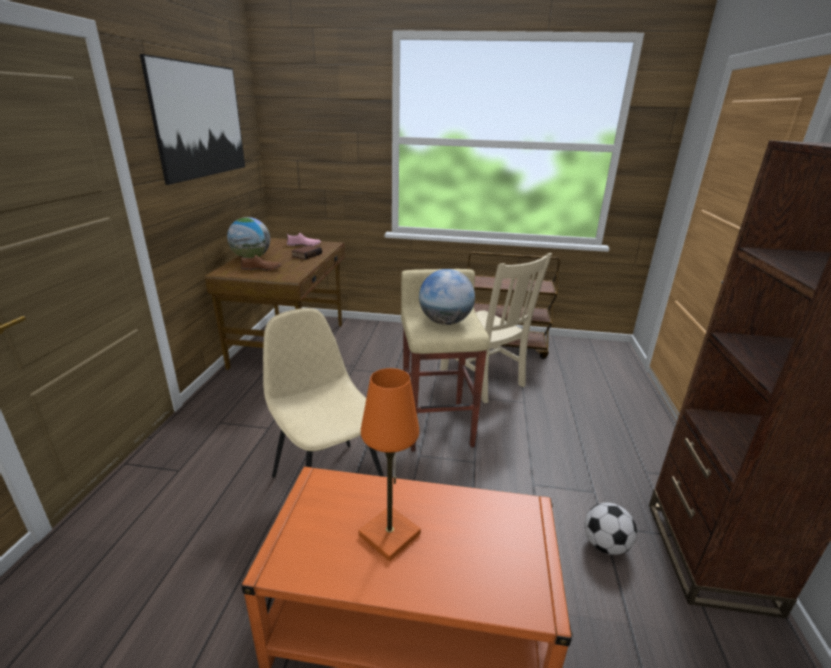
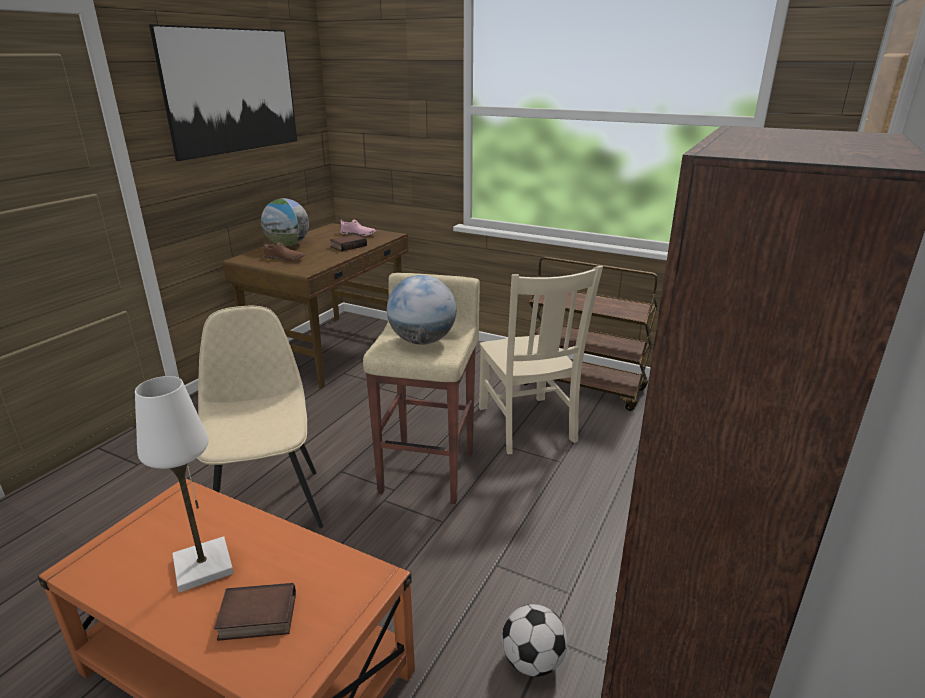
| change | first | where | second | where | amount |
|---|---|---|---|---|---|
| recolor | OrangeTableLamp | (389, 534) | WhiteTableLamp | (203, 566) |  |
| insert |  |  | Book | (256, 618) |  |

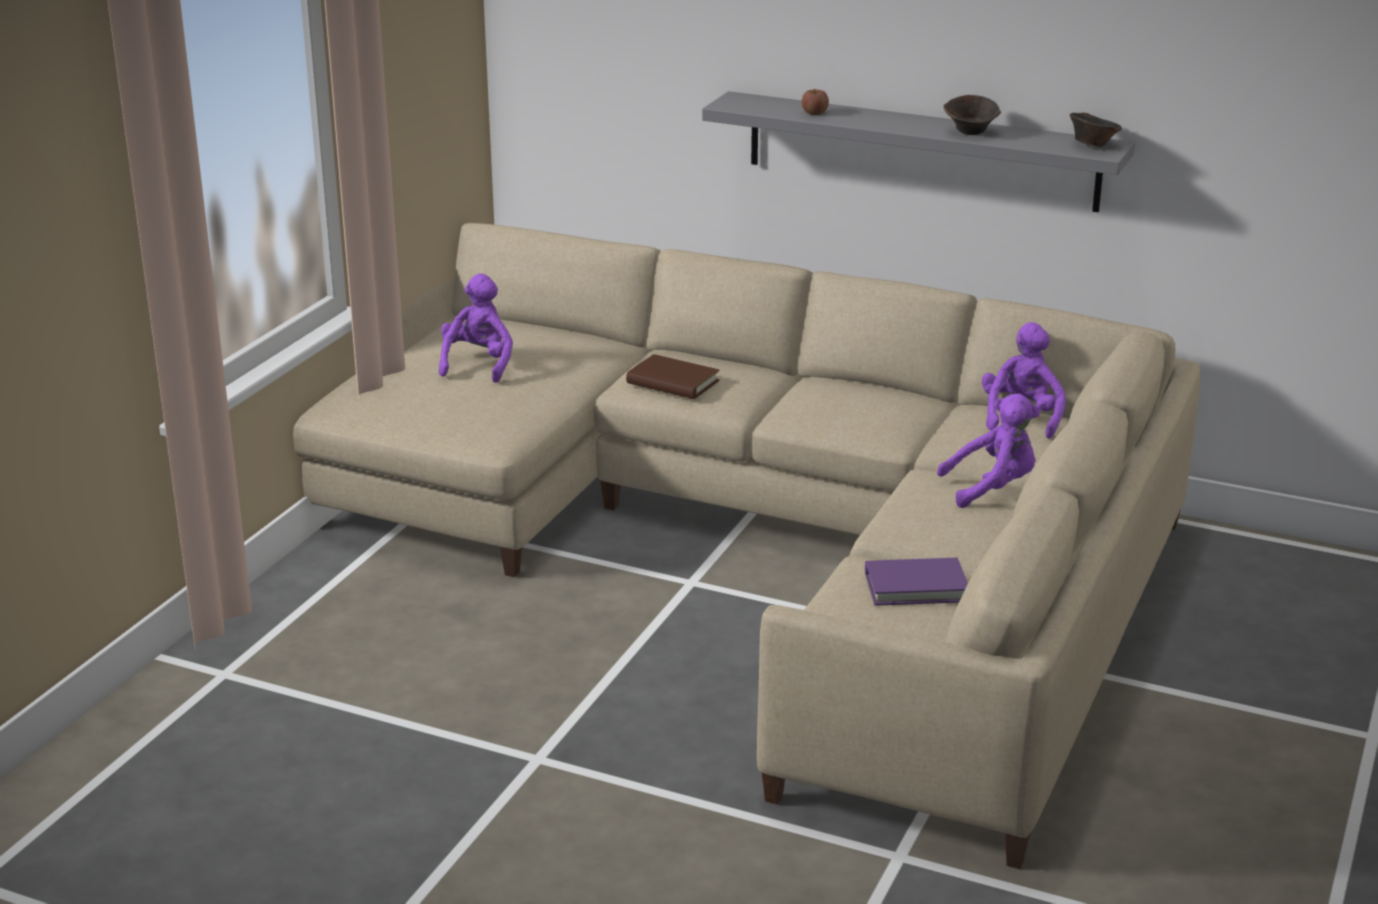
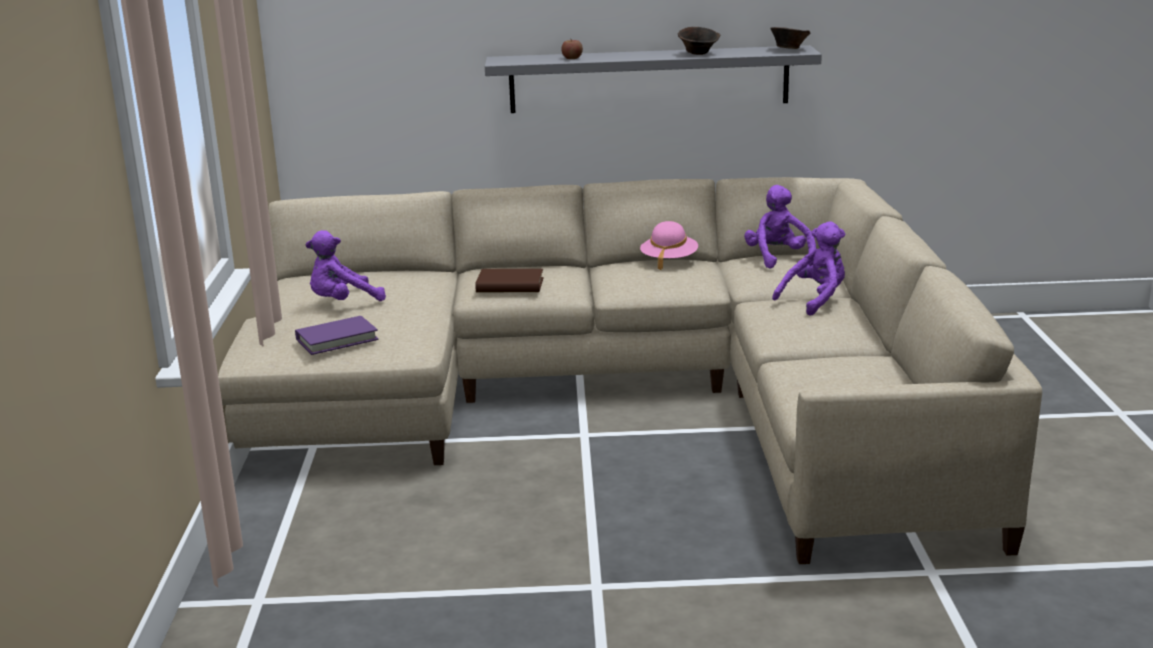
| change | first | where | second | where | amount |
|---|---|---|---|---|---|
| move | PurpleBook | (916, 587) |  | (337, 339) |  |
| rotate | PurplePlushToy | (478, 364) |  | (343, 303) | 105 degrees counterclockwise |
| insert |  |  | PinkHat | (669, 260) |  |

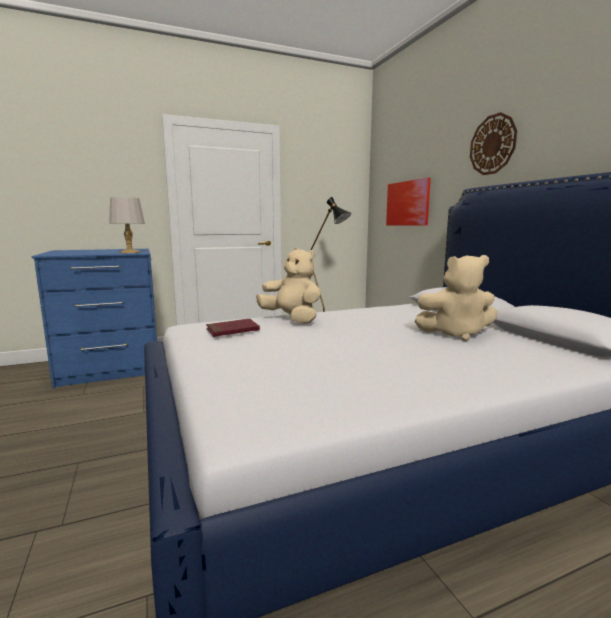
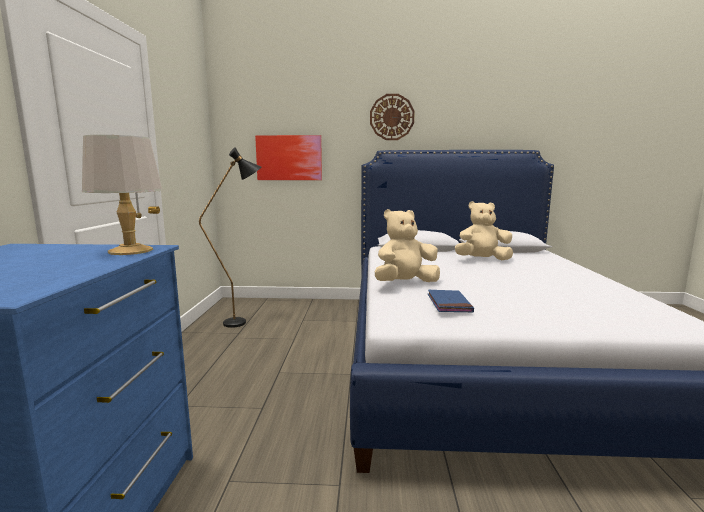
| change | first | where | second | where | amount |
|---|---|---|---|---|---|
| recolor | RedBook | (232, 330) | BlueBook | (449, 304) |  |
| rotate | BeigePlushToy | (455, 334) |  | (482, 260) | 120 degrees counterclockwise |

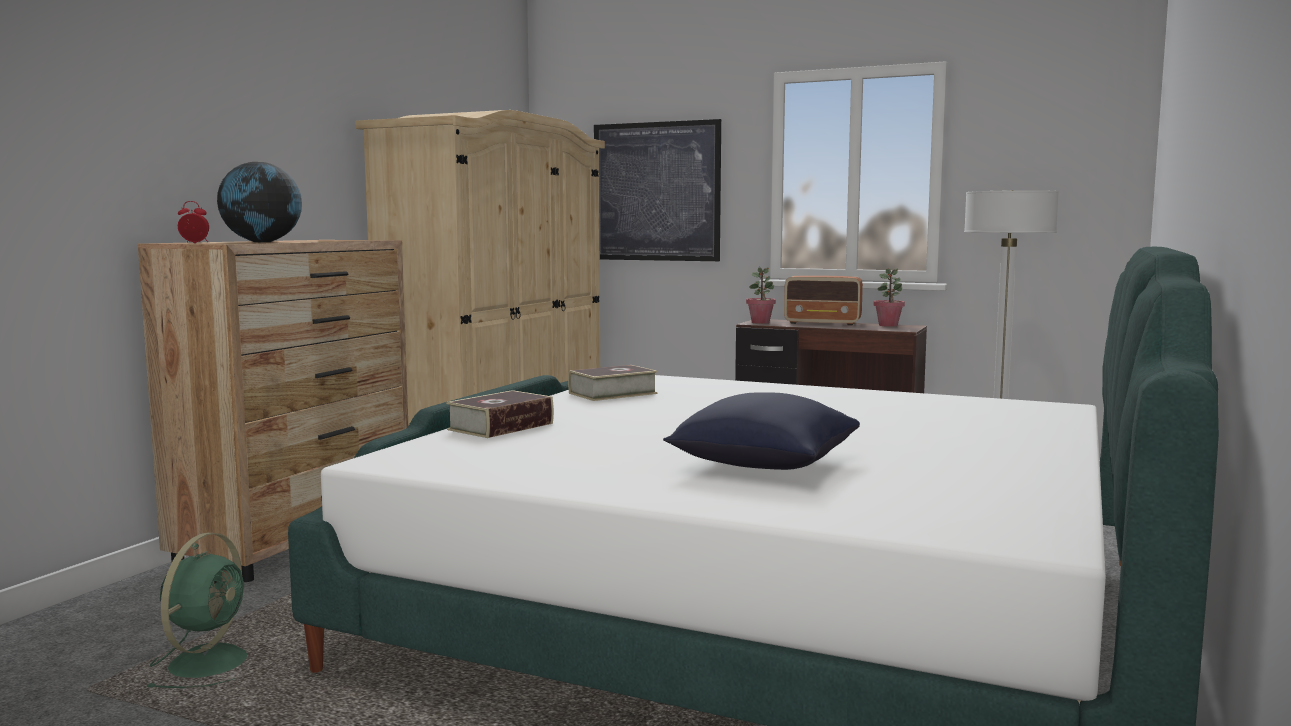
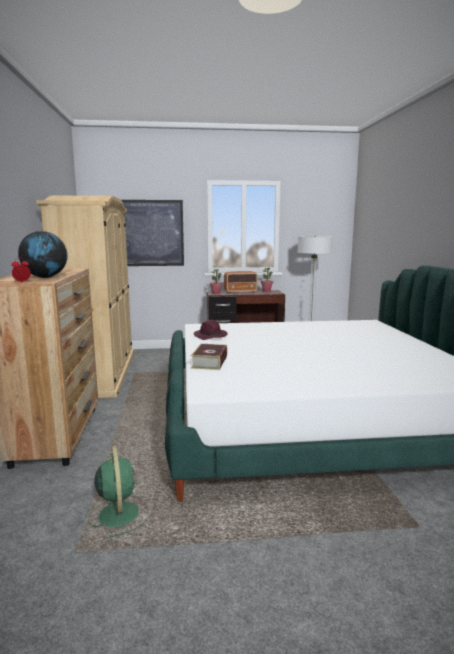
| change | first | where | second | where | amount |
|---|---|---|---|---|---|
| replace | Book | (612, 393) | PurpleHat | (211, 336) |  |
| delete | BluePillow | (763, 464) |  |  |  |

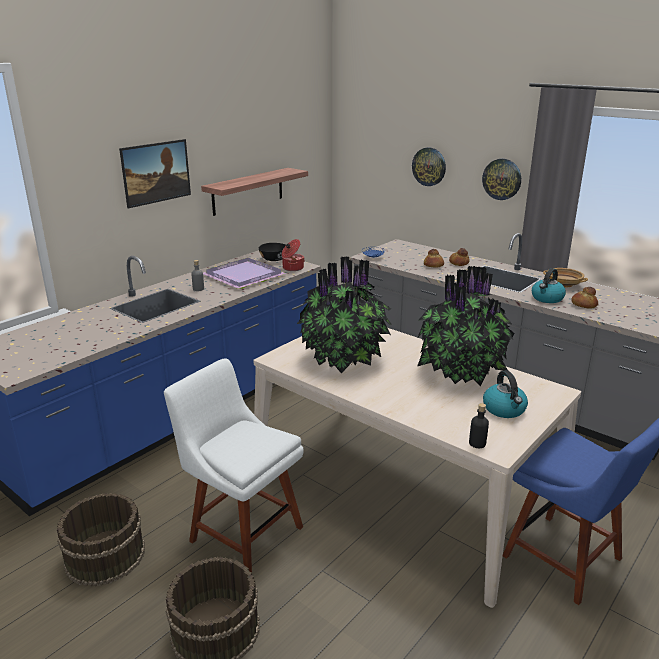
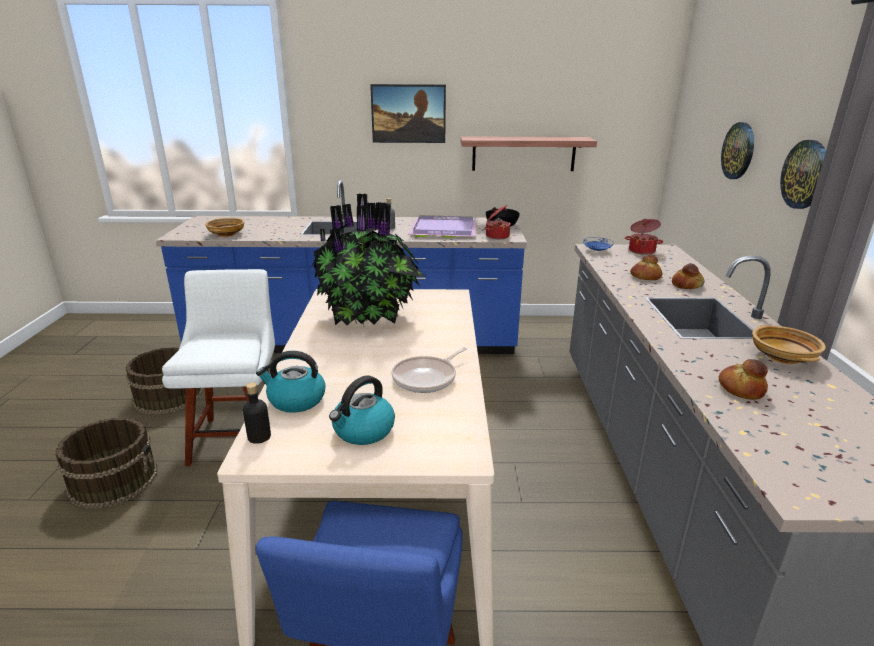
| change | first | where | second | where | amount |
|---|---|---|---|---|---|
| insert |  |  | BeigeBowl | (226, 234) |  |
| move | Kettle | (547, 298) |  | (295, 400) |  |
| replace | PottedPlant | (461, 371) | FryingPan | (427, 378) |  |
| insert |  |  | CookingPot | (641, 251) |  |

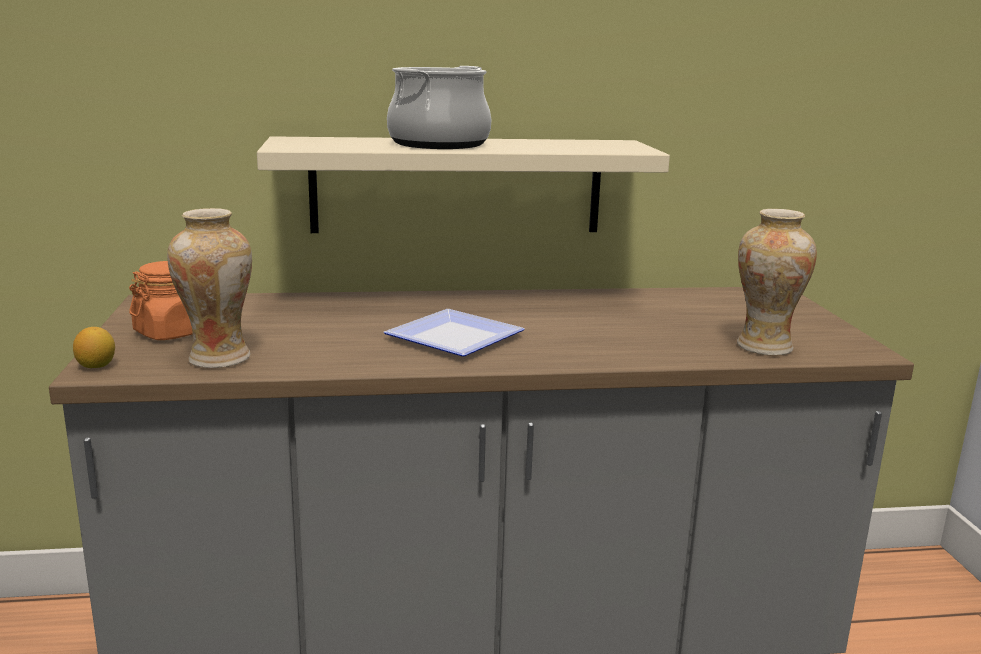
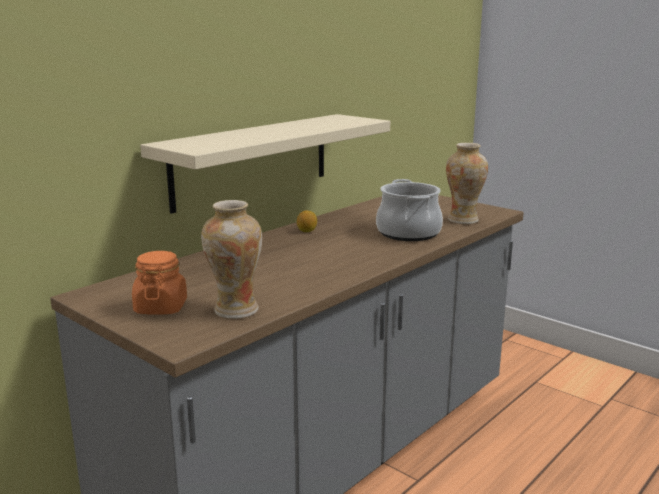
| change | first | where | second | where | amount |
|---|---|---|---|---|---|
| move | Lemon | (96, 366) |  | (307, 231) |  |
| move | CookingPot | (438, 143) |  | (408, 233) |  |
| delete | Plate | (449, 338) |  |  |  |

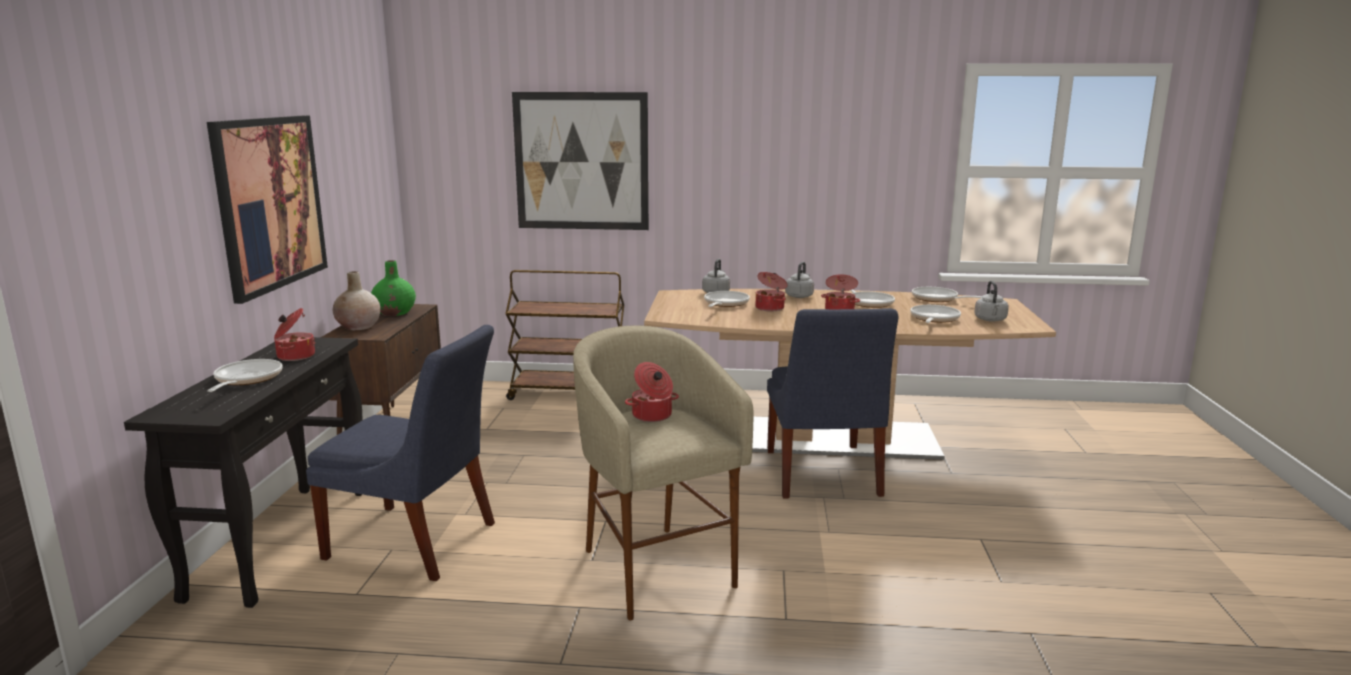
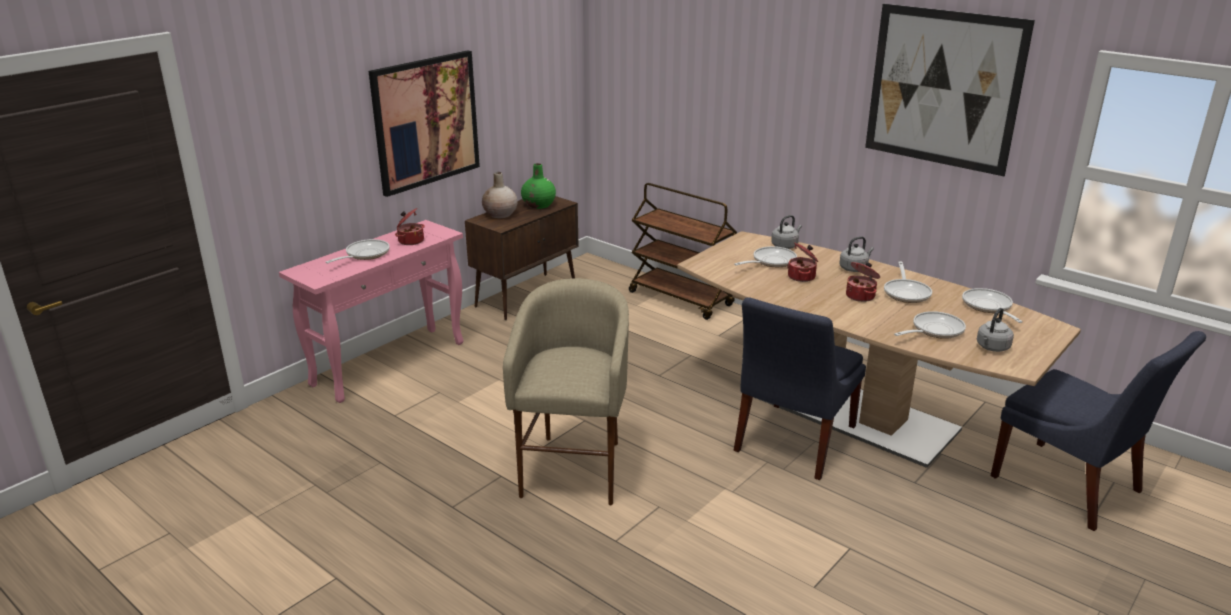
| change | first | where | second | where | amount |
|---|---|---|---|---|---|
| recolor | BlackConsoleTable | (282, 540) | PinkConsoleTable | (390, 363) |  |
| move | Picture | (581, 161) |  | (943, 88) |  |
| move | BlueChair | (417, 543) |  | (1071, 487) |  |
| delete | CookingPot | (652, 416) |  |  |  |

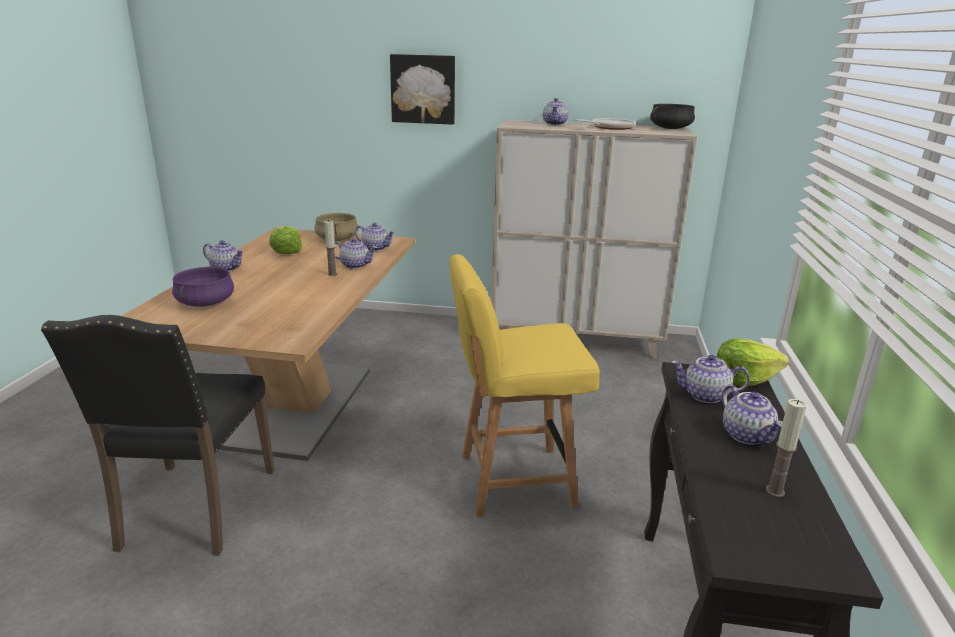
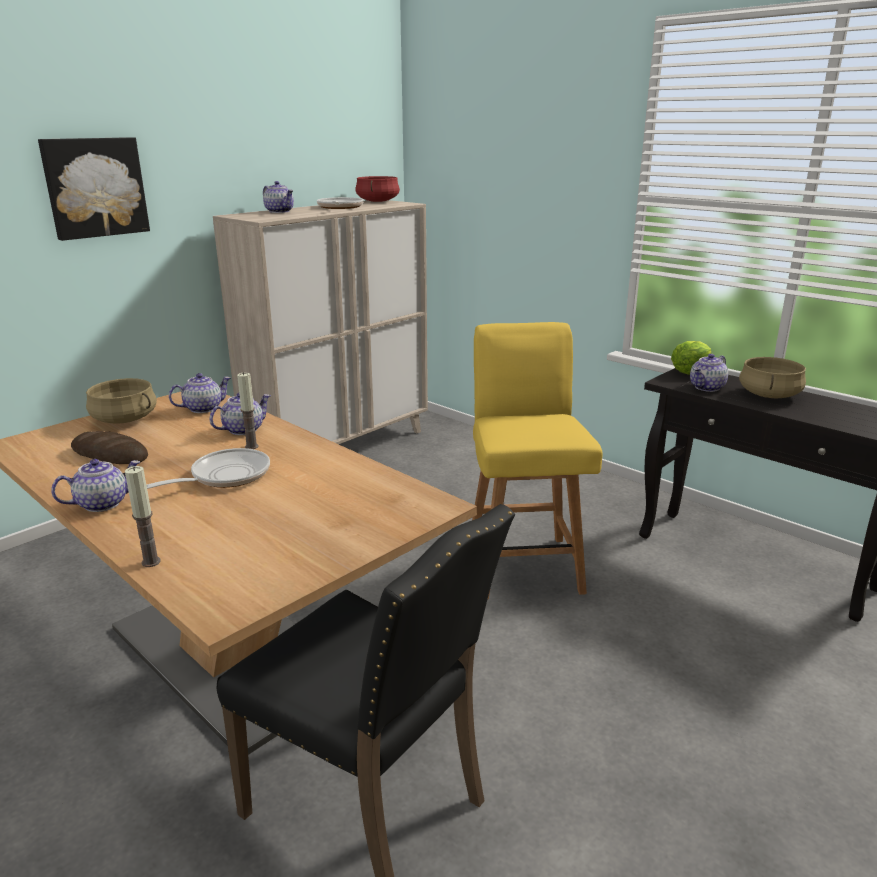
| change | first | where | second | where | amount |
|---|---|---|---|---|---|
| replace | Lettuce | (287, 251) | Bread | (110, 454) |  |
| move | Candle | (775, 491) |  | (151, 562) |  |
| insert |  |  | FryingPan | (224, 476) |  |
| recolor | BlackCookingPot | (670, 128) | RedCookingPot | (377, 201) |  |
| rotate | YellowChair | (513, 480) |  | (523, 565) | 150 degrees clockwise |
| replace | Teapot | (747, 435) | BeigeCookingPot | (768, 395) |  |
| delete | PurpleCookingPot | (205, 302) |  |  |  |

